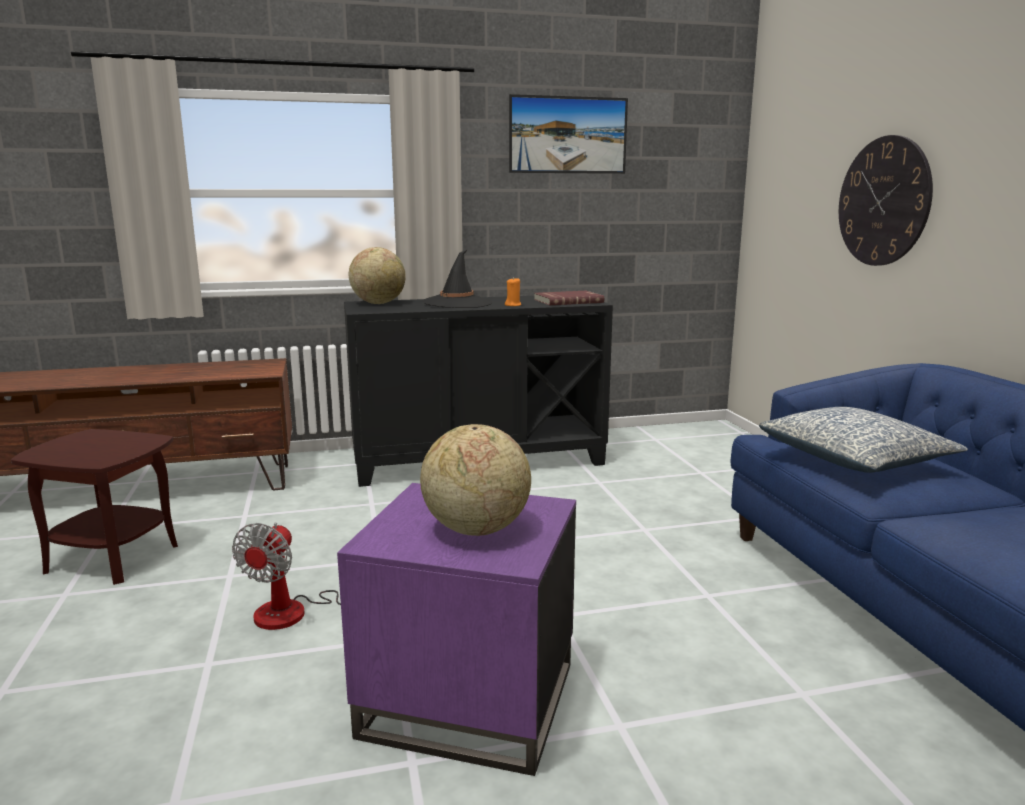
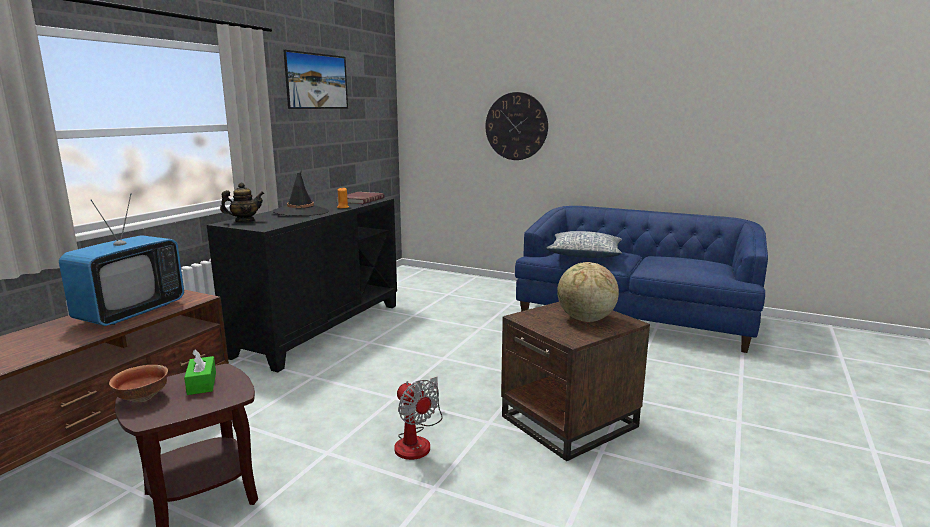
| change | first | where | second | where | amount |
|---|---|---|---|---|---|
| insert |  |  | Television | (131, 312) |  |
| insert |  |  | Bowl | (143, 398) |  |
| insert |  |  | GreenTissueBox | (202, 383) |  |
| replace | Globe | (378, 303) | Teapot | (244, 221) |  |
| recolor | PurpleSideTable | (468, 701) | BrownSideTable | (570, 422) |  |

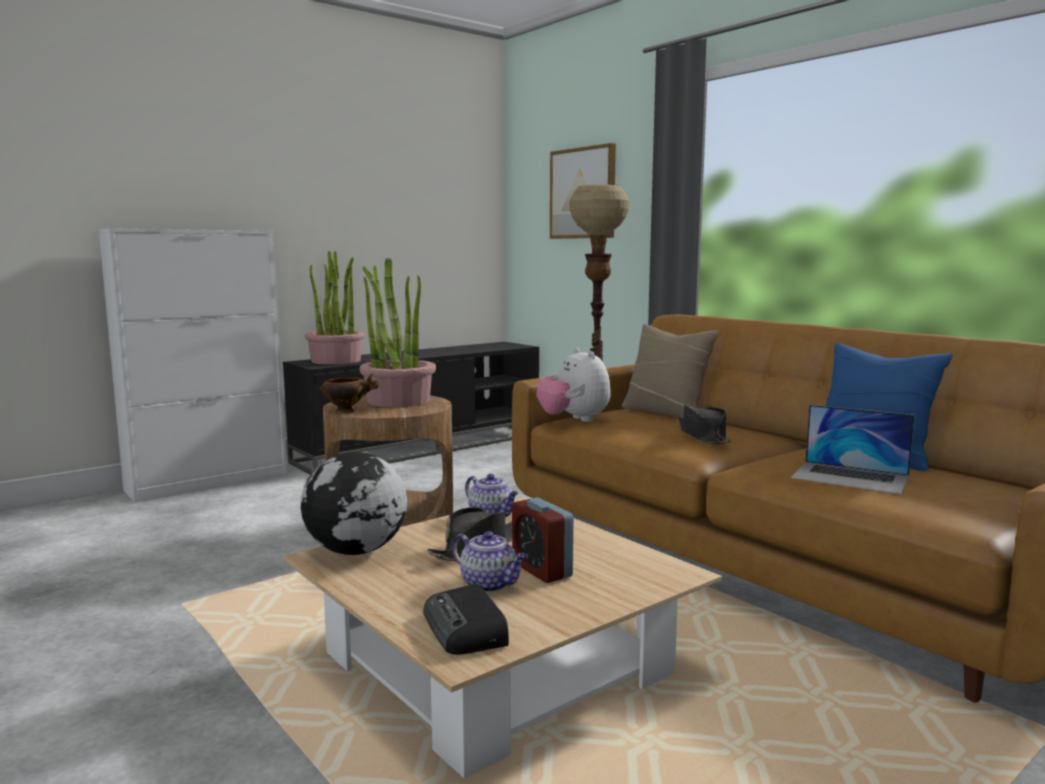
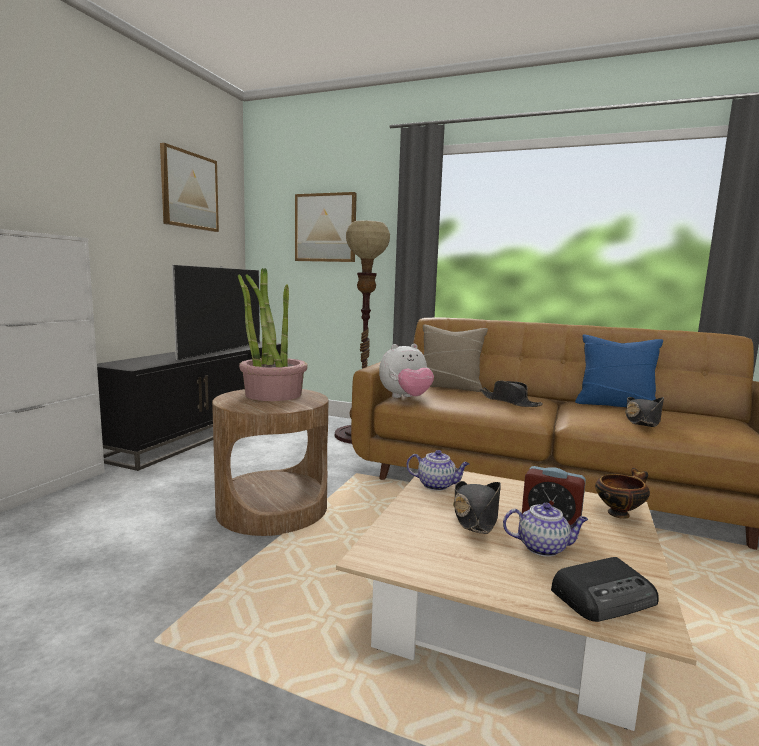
| change | first | where | second | where | amount |
|---|---|---|---|---|---|
| insert |  |  | Picture | (189, 191) |  |
| insert |  |  | Television | (222, 351) |  |
| rotate | PlushToy | (574, 420) |  | (405, 398) | 60 degrees counterclockwise |
| rotate | Radio | (466, 629) |  | (605, 597) | 60 degrees counterclockwise |
| move | Bowl | (347, 411) |  | (619, 513) |  |
| replace | Laptop | (850, 477) | BlackHat | (642, 420) |  |
| delete | Globe | (356, 551) |  |  |  |
| delete | PottedPlant | (336, 361) |  |  |  |

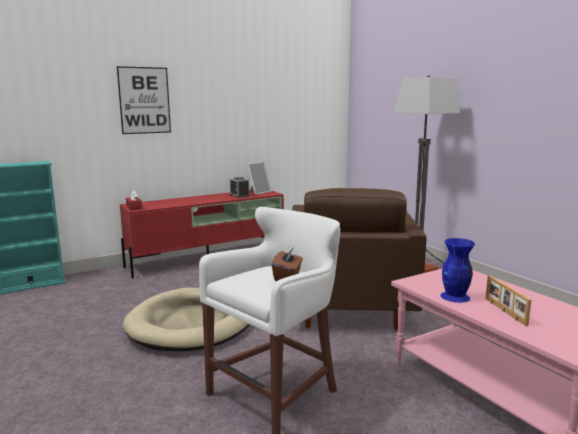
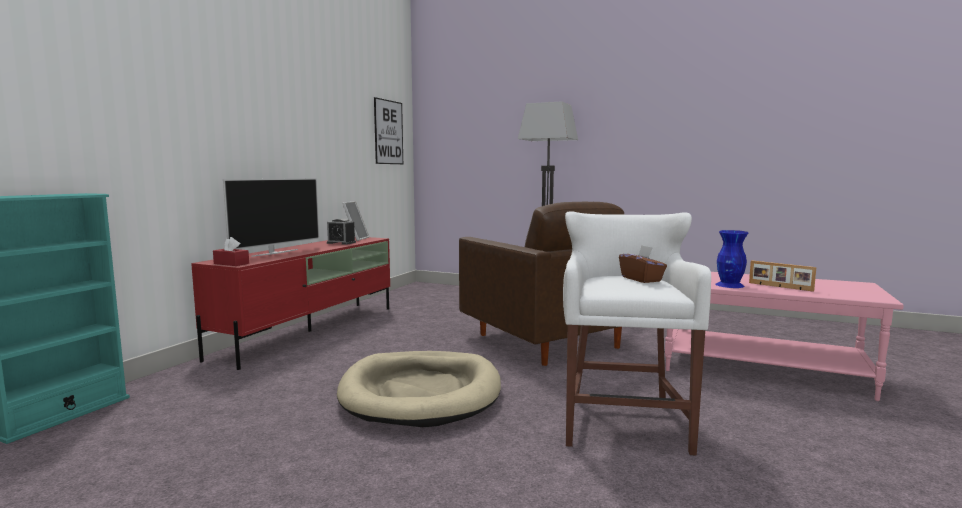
| change | first | where | second | where | amount |
|---|---|---|---|---|---|
| insert |  |  | Television | (274, 253) |  |
| move | Picture | (144, 100) |  | (388, 132) |  |

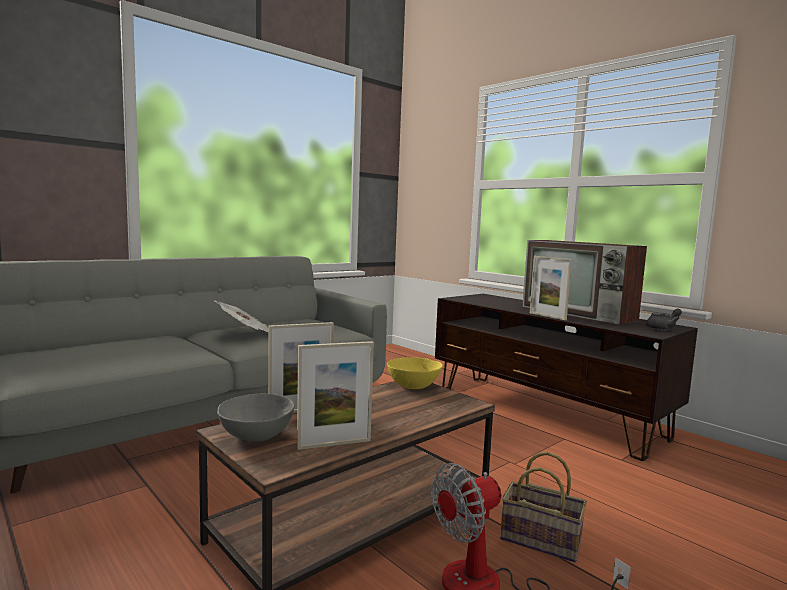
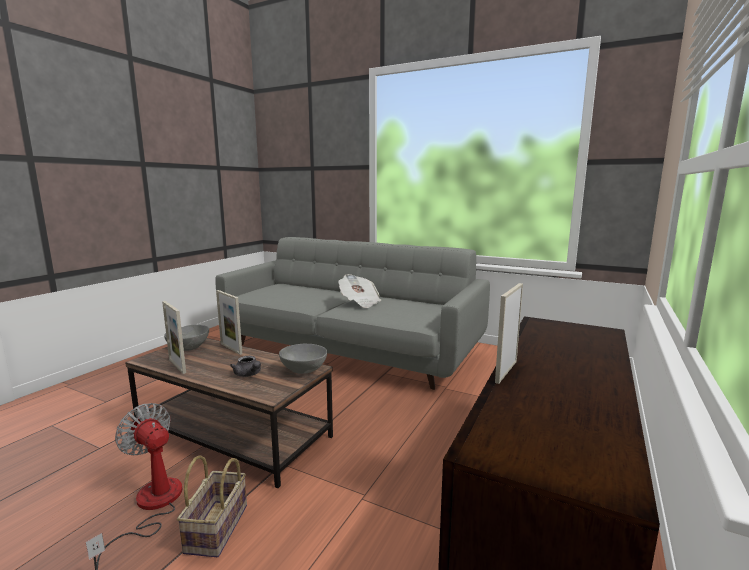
| change | first | where | second | where | amount |
|---|---|---|---|---|---|
| move | GreyTeapot | (663, 328) |  | (248, 374) |  |
| recolor | YellowBowl | (413, 386) | GreyBowl | (304, 370) |  |
| delete | Television | (579, 313) |  |  |  |

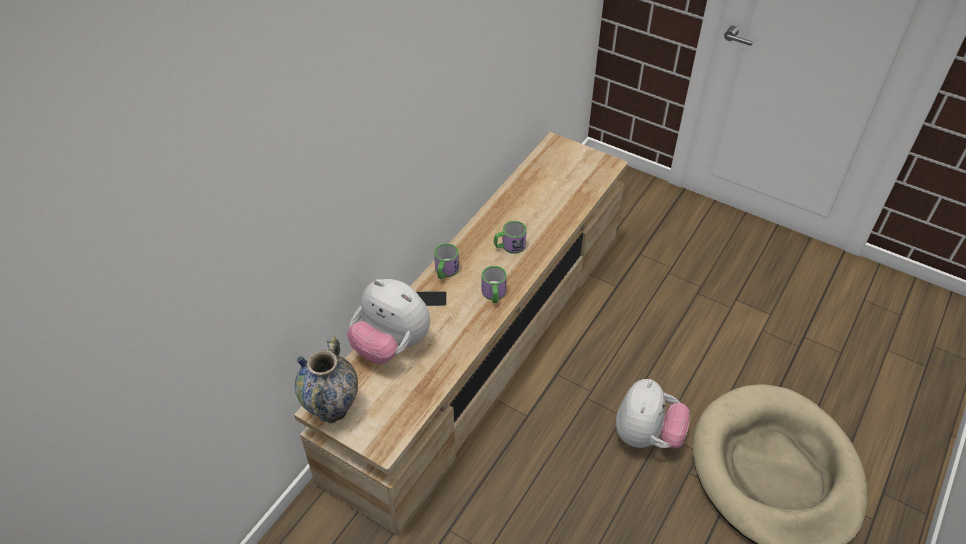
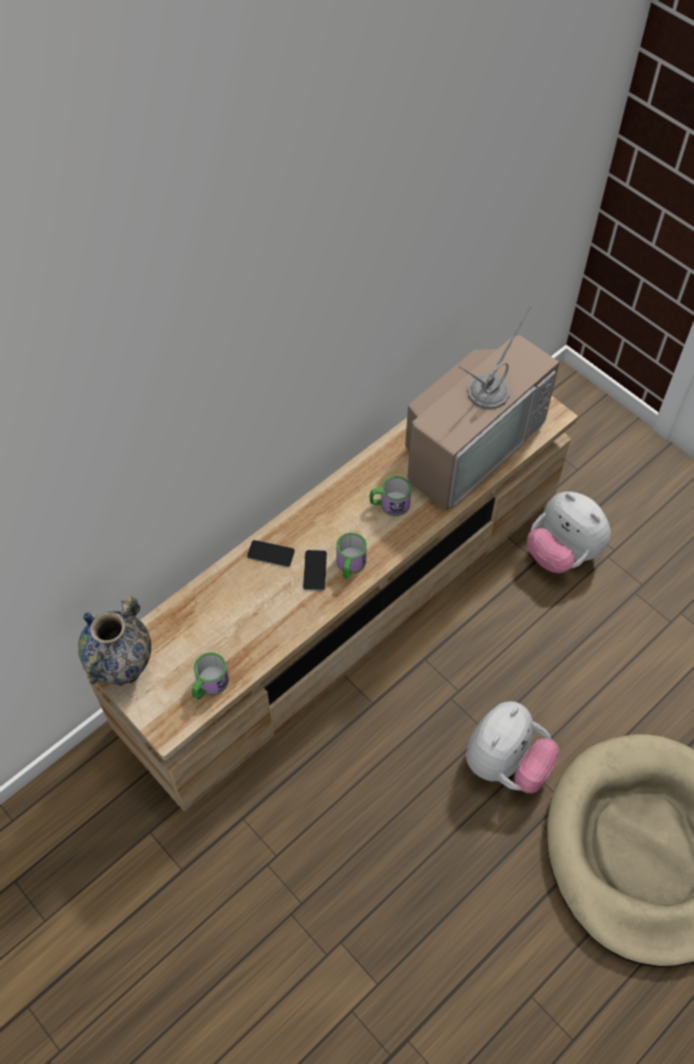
| change | first | where | second | where | amount |
|---|---|---|---|---|---|
| move | Mug | (445, 271) |  | (209, 685) |  |
| insert |  |  | Phone | (315, 570) |  |
| insert |  |  | Television | (470, 444) |  |
| move | PlushToy | (391, 345) |  | (562, 552) |  |

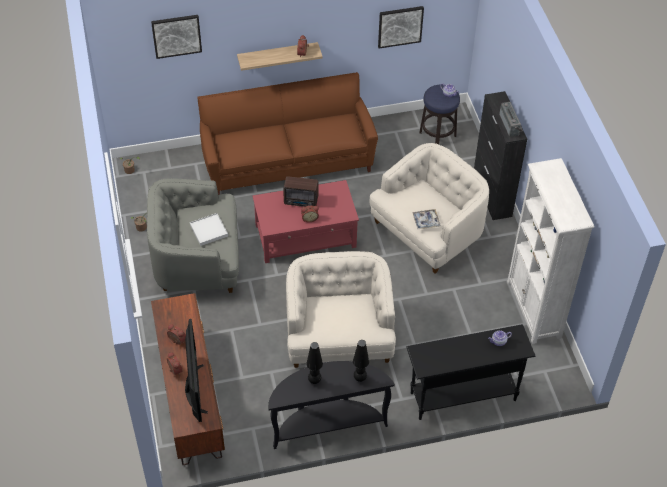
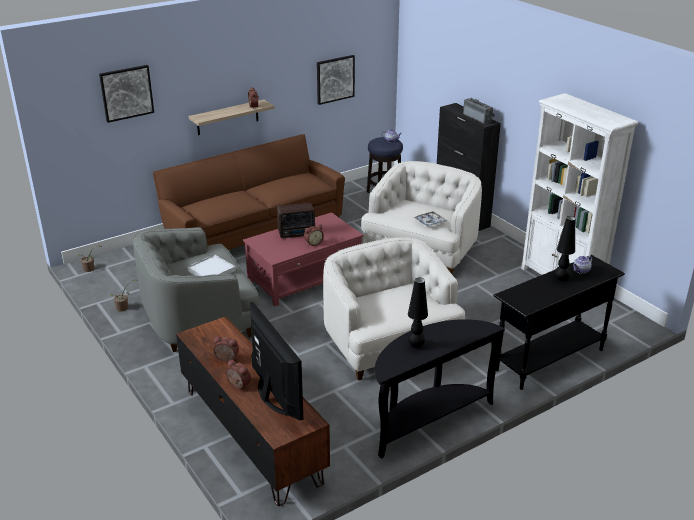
| change | first | where | second | where | amount |
|---|---|---|---|---|---|
| move | BlackTableLamp | (360, 378) |  | (561, 279) |  |

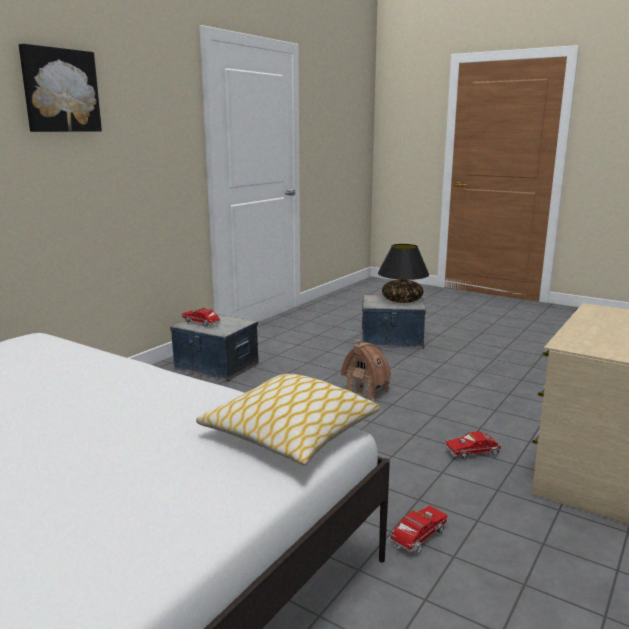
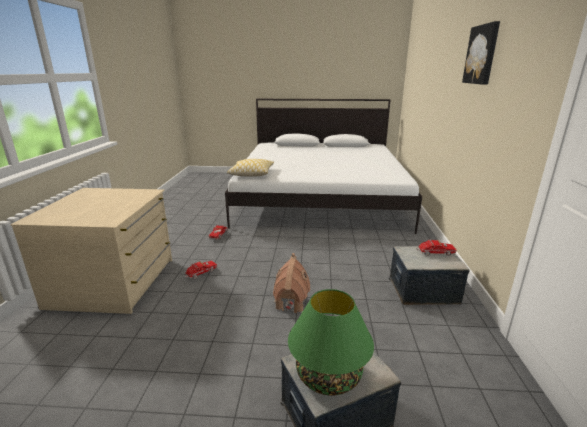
| change | first | where | second | where | amount |
|---|---|---|---|---|---|
| recolor | BlackTableLamp | (402, 300) | GreenTableLamp | (329, 376) |  |

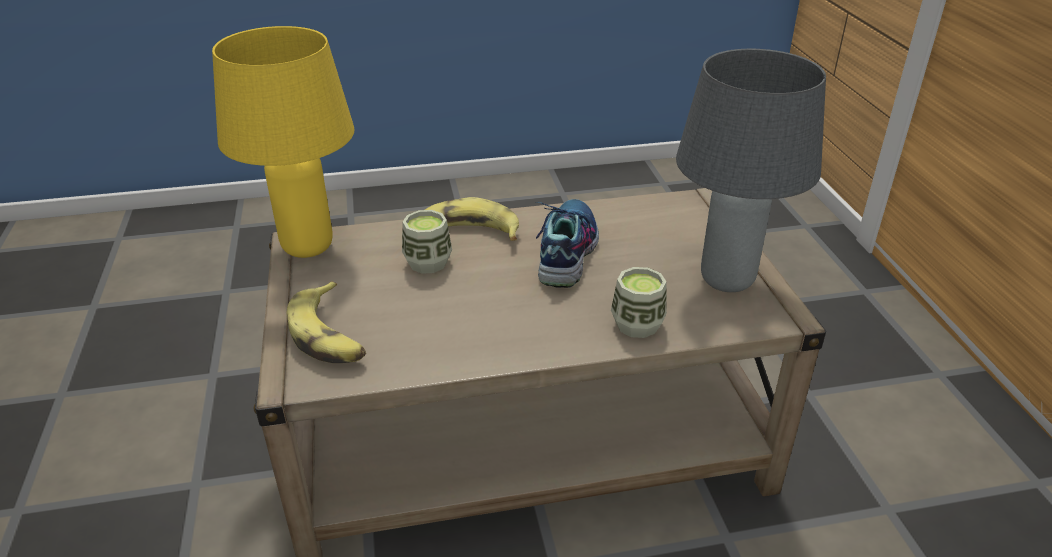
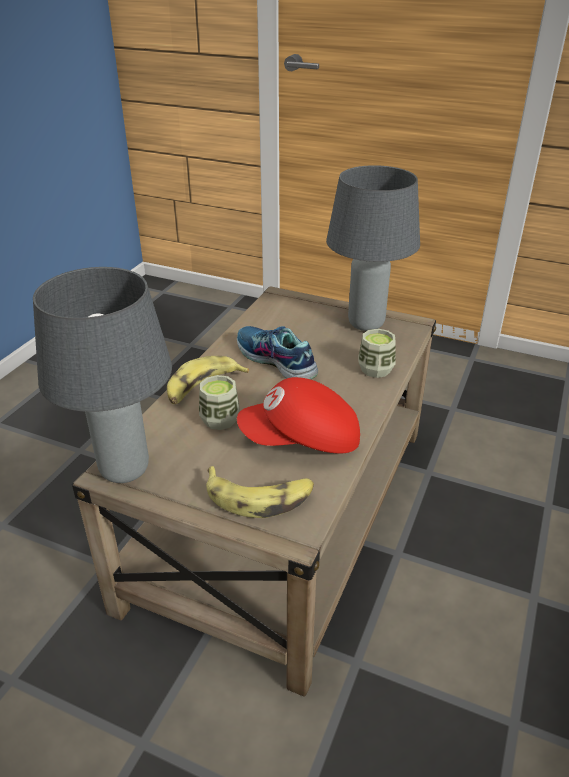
| change | first | where | second | where | amount |
|---|---|---|---|---|---|
| recolor | YellowTableLamp | (307, 246) | GreyTableLamp | (123, 469) |  |
| insert |  |  | RedCap | (302, 441) |  |

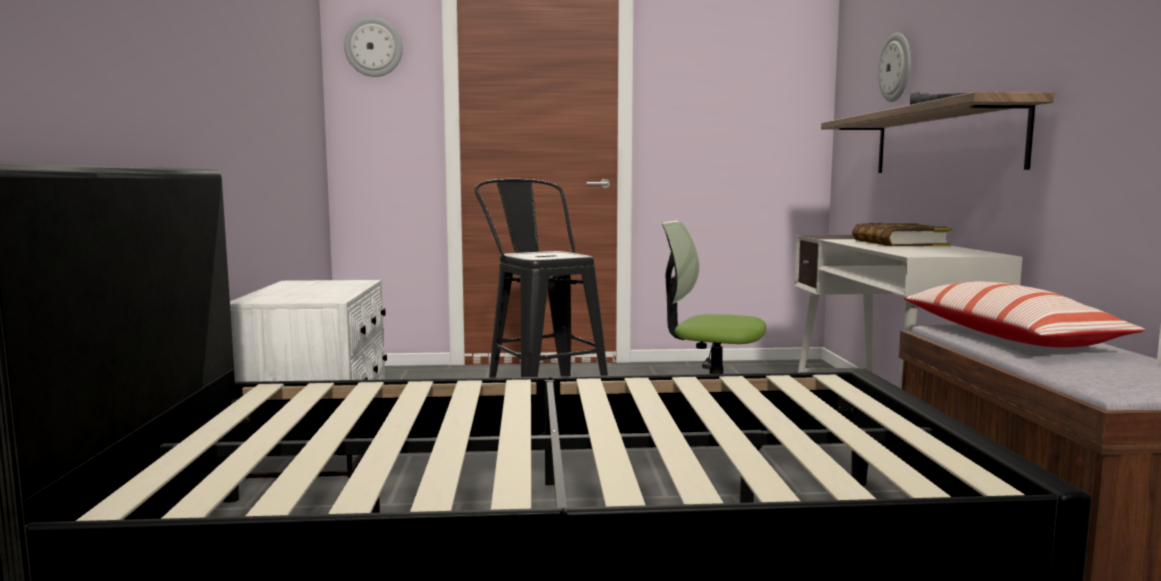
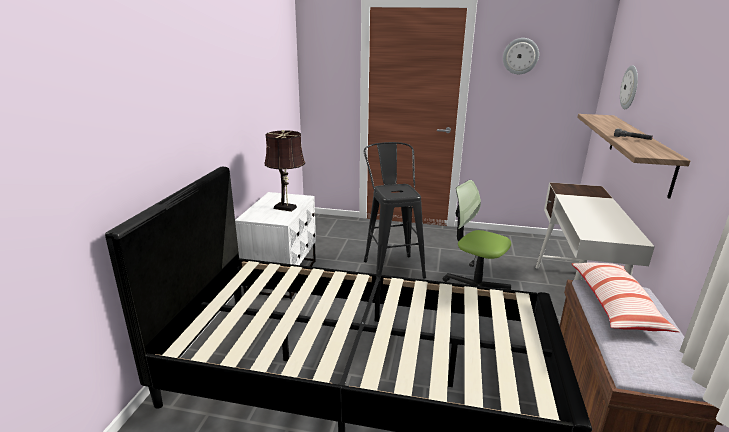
| change | first | where | second | where | amount |
|---|---|---|---|---|---|
| insert |  |  | BrownTableLamp | (287, 208) |  |
| move | WallClock | (374, 47) |  | (520, 56) |  |
| delete | Book | (898, 243) |  |  |  |

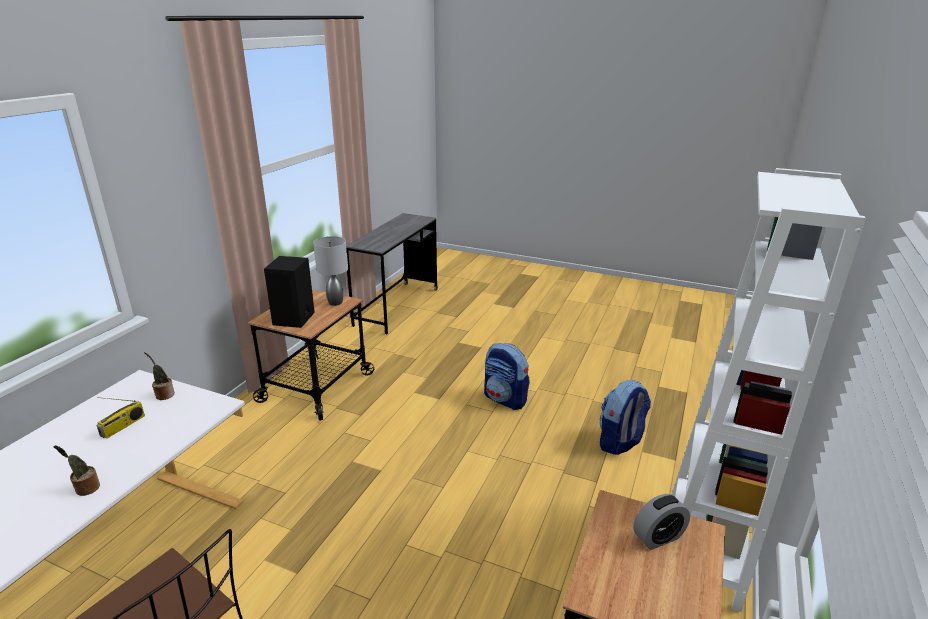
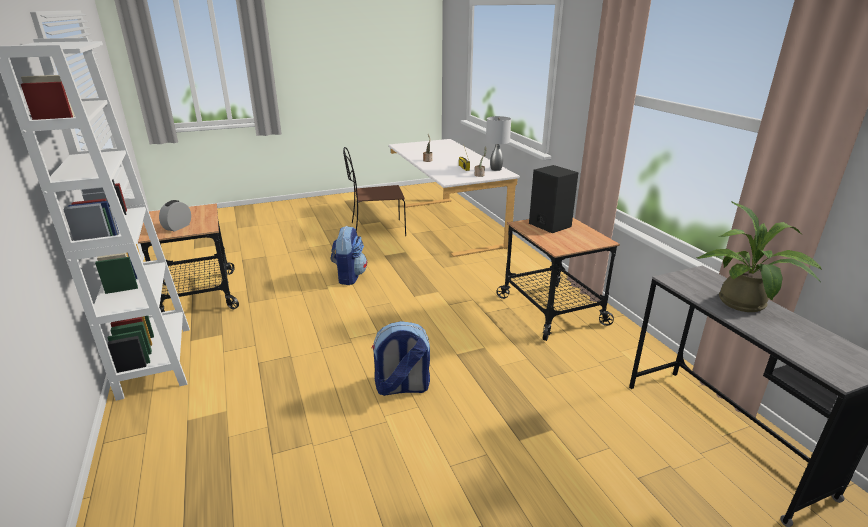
| change | first | where | second | where | amount |
|---|---|---|---|---|---|
| move | Backpack | (620, 443) |  | (349, 276) |  |
| move | GreyTableLamp | (335, 303) |  | (496, 169) |  |
| insert |  |  | PottedPlant | (745, 306) |  |

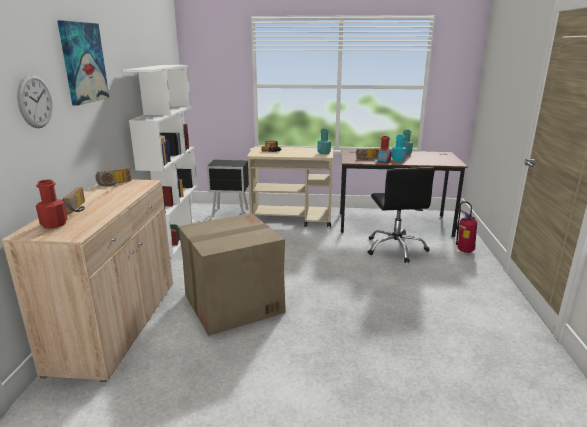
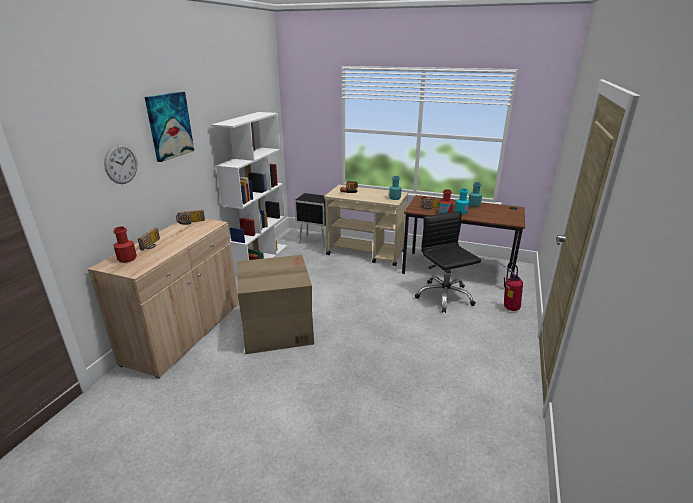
| change | first | where | second | where | amount |
|---|---|---|---|---|---|
| rotate | BlackOfficeChair | (395, 248) |  | (444, 296) | 150 degrees clockwise |

